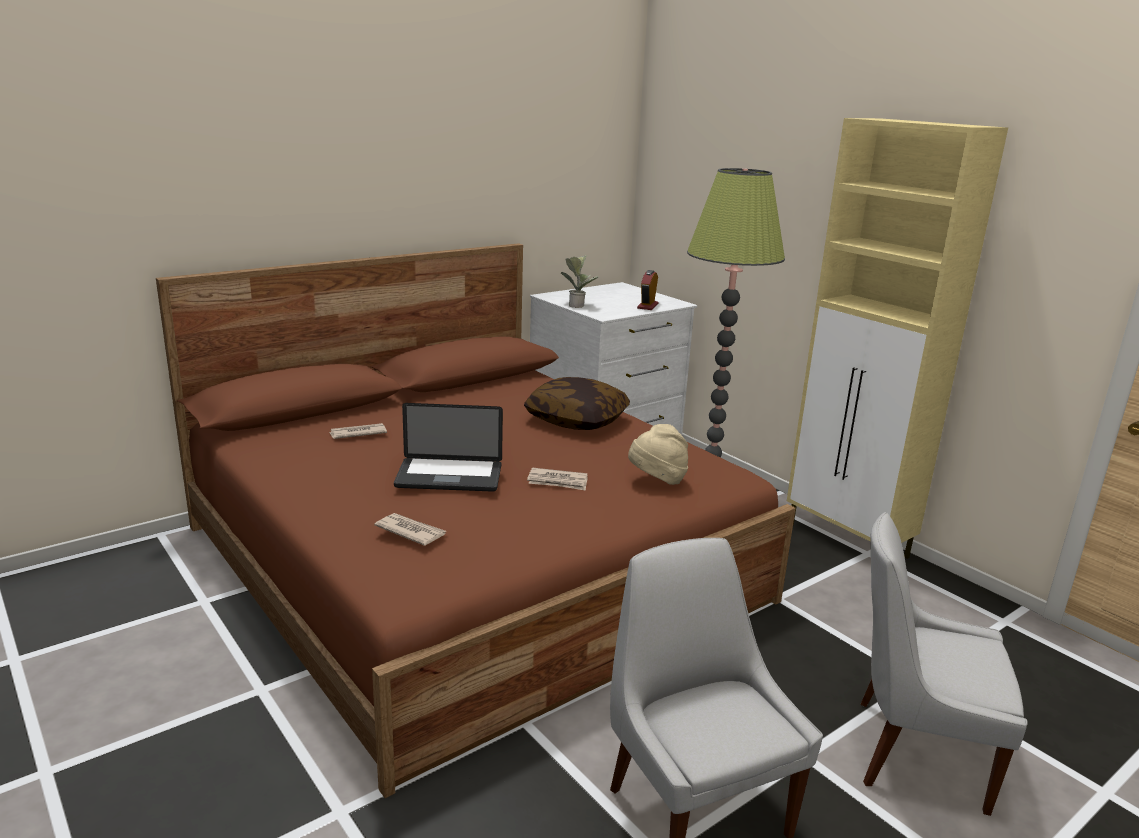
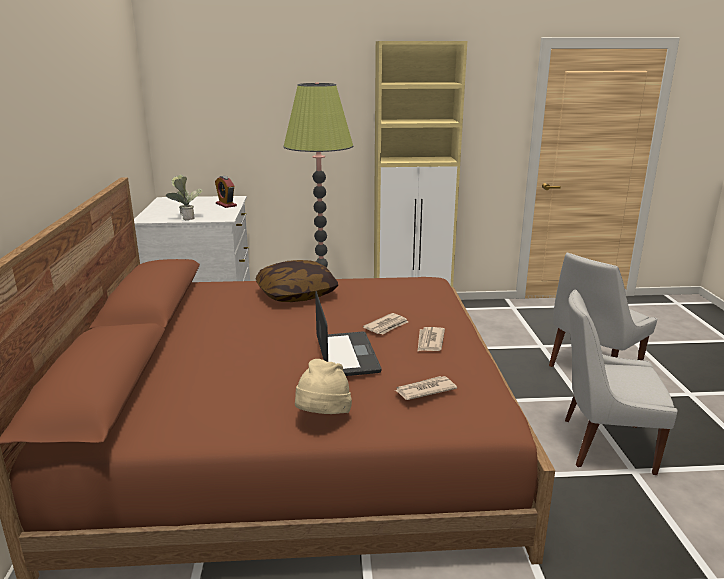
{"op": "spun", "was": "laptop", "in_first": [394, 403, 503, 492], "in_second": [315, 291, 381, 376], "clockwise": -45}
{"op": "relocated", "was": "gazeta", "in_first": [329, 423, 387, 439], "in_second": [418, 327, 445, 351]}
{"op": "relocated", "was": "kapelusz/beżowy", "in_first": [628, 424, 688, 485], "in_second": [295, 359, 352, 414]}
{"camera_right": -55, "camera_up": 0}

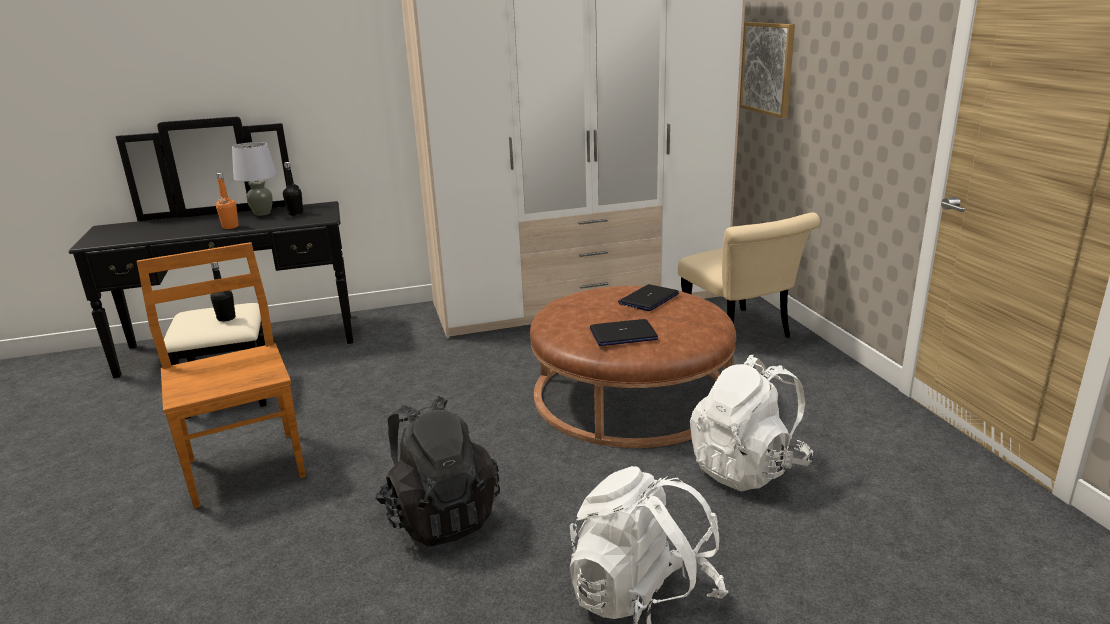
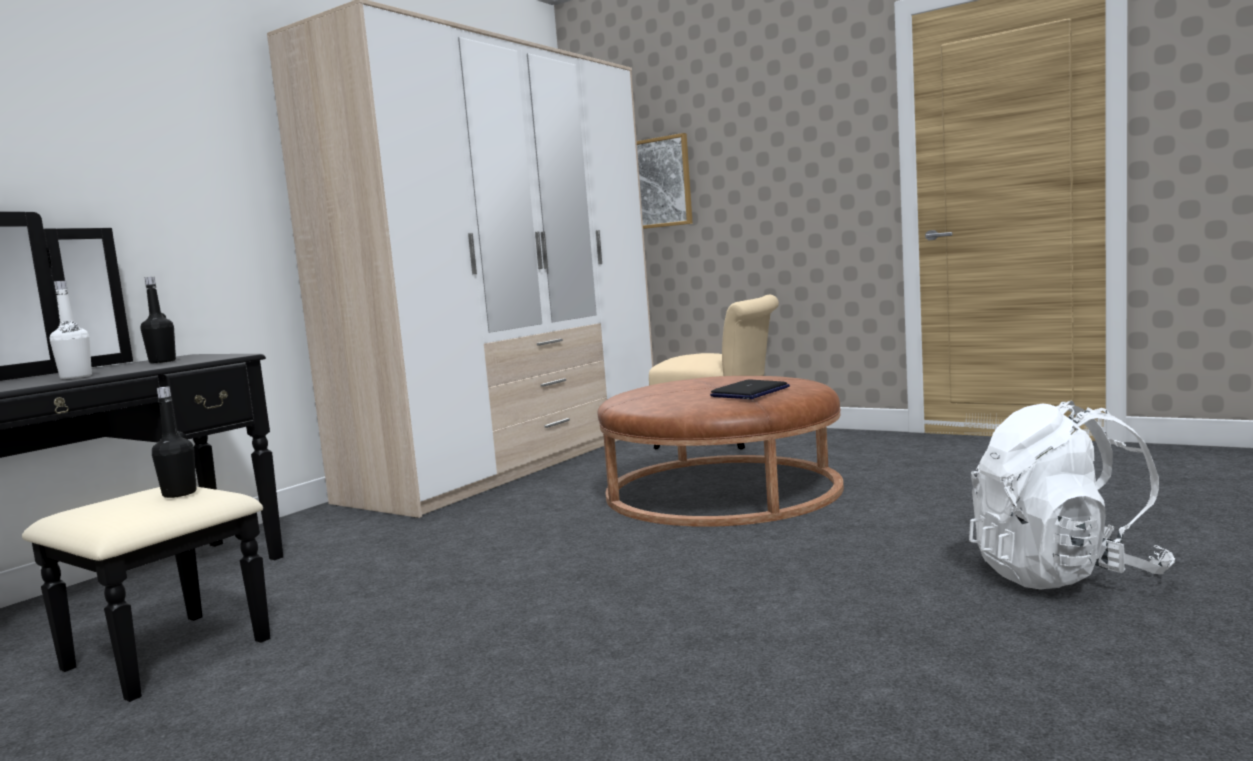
{"op": "missing", "was": "lampa stołowa/szary", "in_first": [232, 142, 277, 216]}
{"op": "colour", "was": "butelka/pomarańczowy", "now": "butelka/biały", "in_first": [216, 173, 239, 229], "in_second": [50, 281, 92, 379]}
{"op": "missing", "was": "krzesło/brązowy", "in_first": [136, 242, 306, 509]}
{"op": "missing", "was": "laptop", "in_first": [618, 284, 679, 311]}
{"op": "missing", "was": "plecak/biały", "in_first": [690, 355, 813, 491]}
{"op": "missing", "was": "plecak/czarny", "in_first": [375, 396, 500, 547]}
{"camera_right": -40, "camera_up": -15}

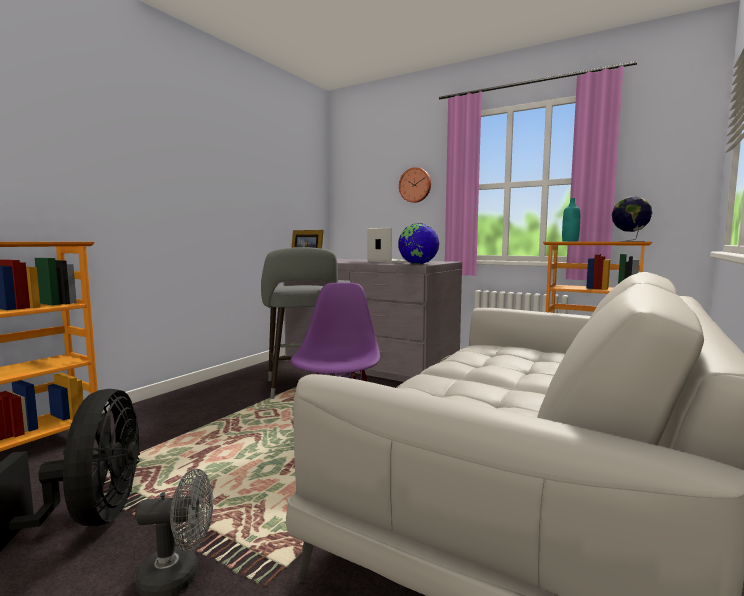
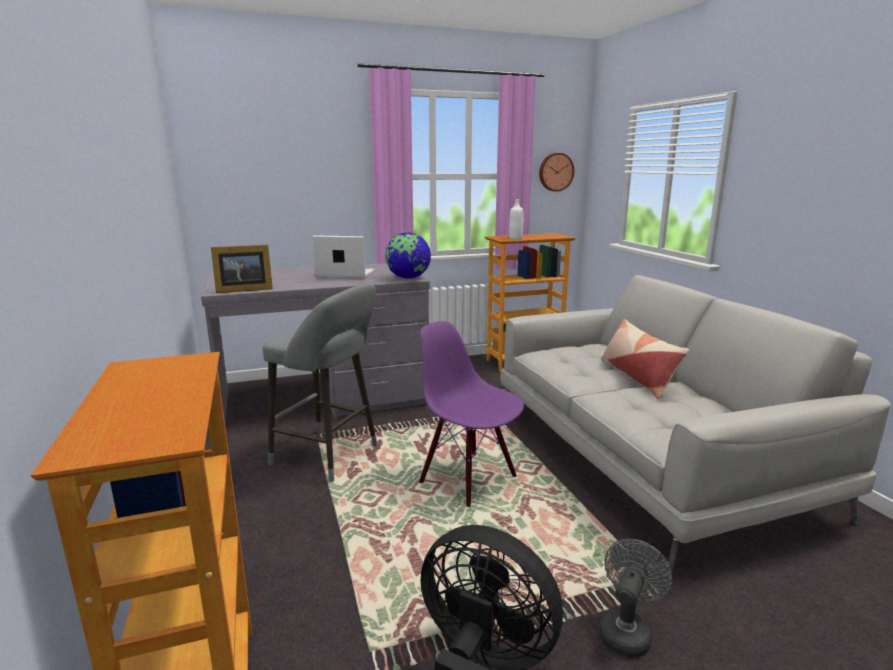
{"op": "relocated", "was": "zegar ścienny", "in_first": [399, 167, 431, 203], "in_second": [539, 153, 574, 192]}
{"op": "missing", "was": "globus", "in_first": [612, 196, 652, 242]}
{"op": "colour", "was": "butelka/turkusowy", "now": "butelka/biały", "in_first": [562, 198, 580, 242], "in_second": [509, 199, 524, 240]}
{"op": "appeared", "now": "poduszka", "in_second": [601, 319, 689, 399]}
{"camera_right": -50, "camera_up": 10}

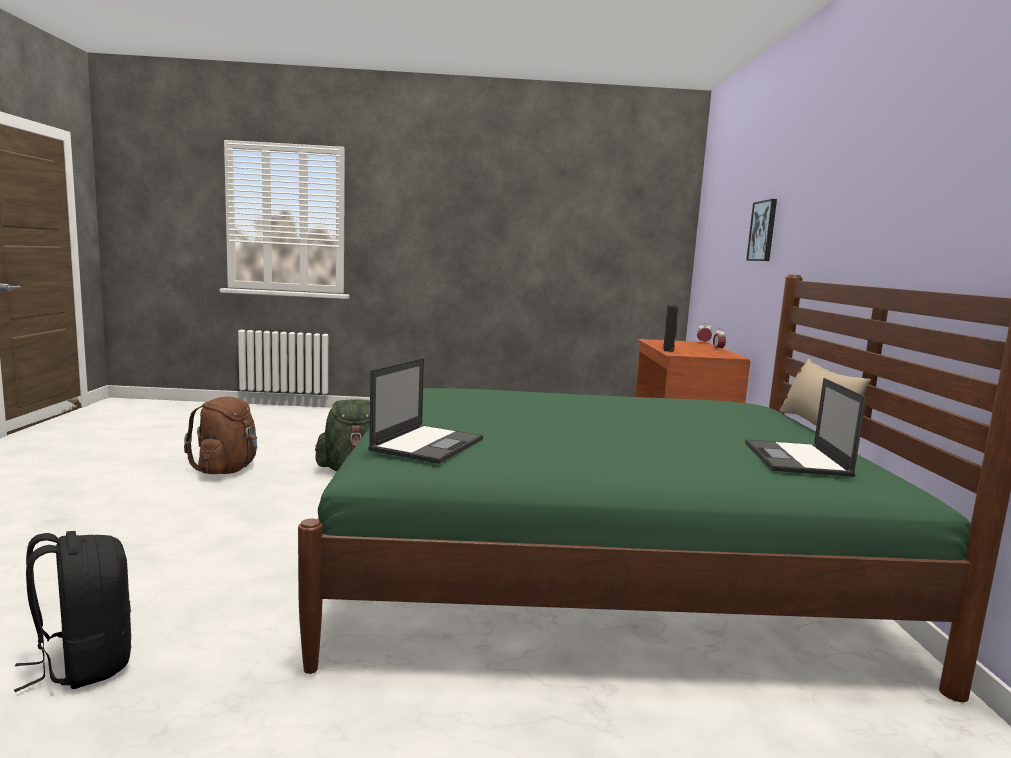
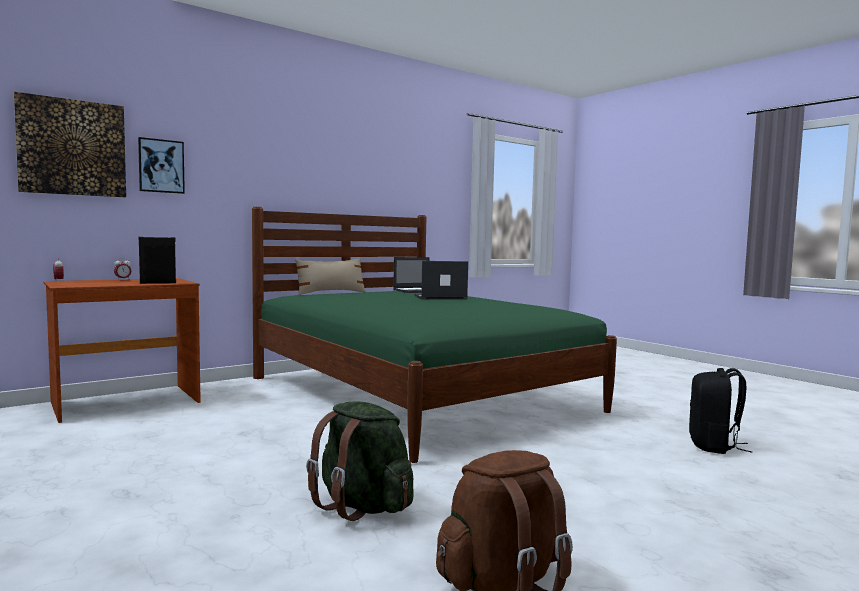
{"op": "relocated", "was": "laptop", "in_first": [368, 358, 483, 464], "in_second": [414, 261, 468, 300]}
{"op": "appeared", "now": "obraz", "in_second": [14, 92, 126, 197]}
{"camera_right": -125, "camera_up": -5}

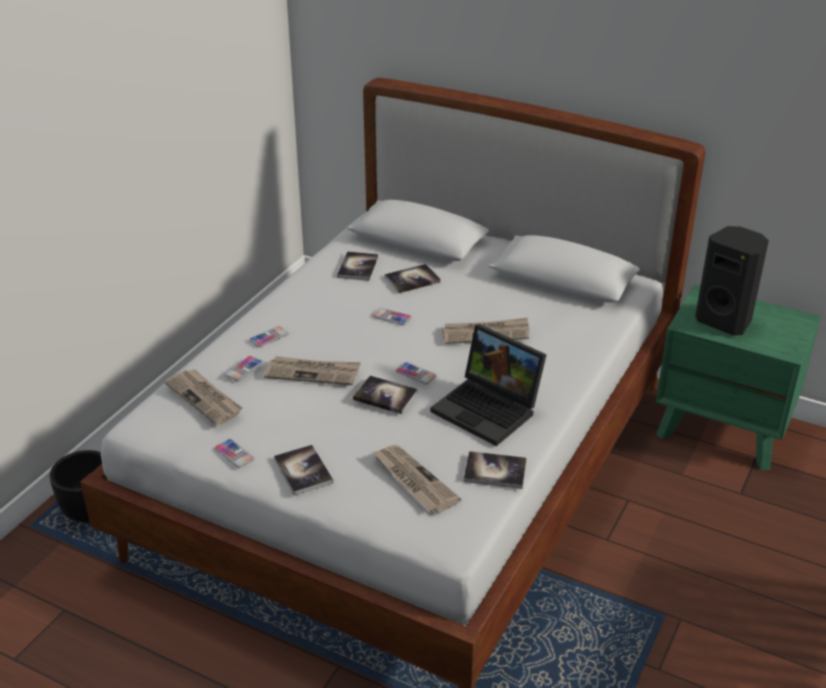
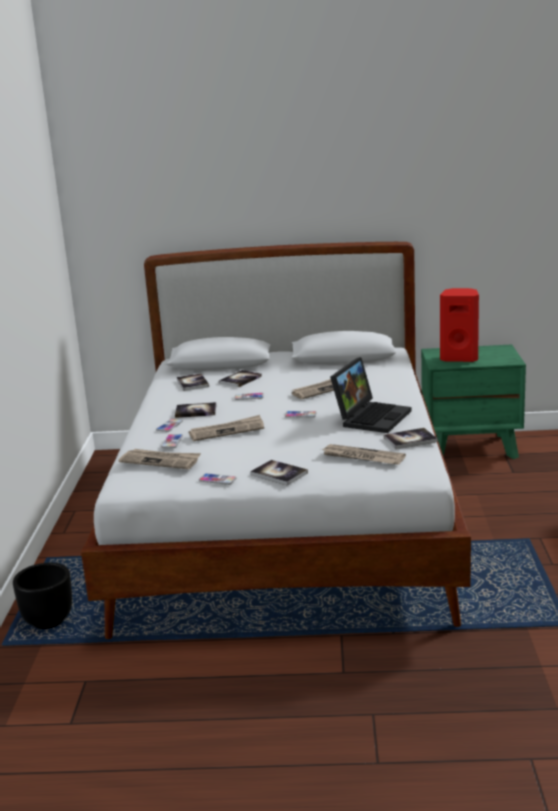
{"op": "colour", "was": "głośnik/czarny", "now": "głośnik/czerwony", "in_first": [695, 226, 769, 336], "in_second": [440, 288, 479, 362]}
{"op": "spun", "was": "laptop", "in_first": [430, 324, 547, 446], "in_second": [330, 357, 412, 433], "clockwise": -75}
{"op": "relocated", "was": "książka", "in_first": [353, 376, 418, 414], "in_second": [175, 402, 216, 418]}
{"camera_right": -25, "camera_up": -15}

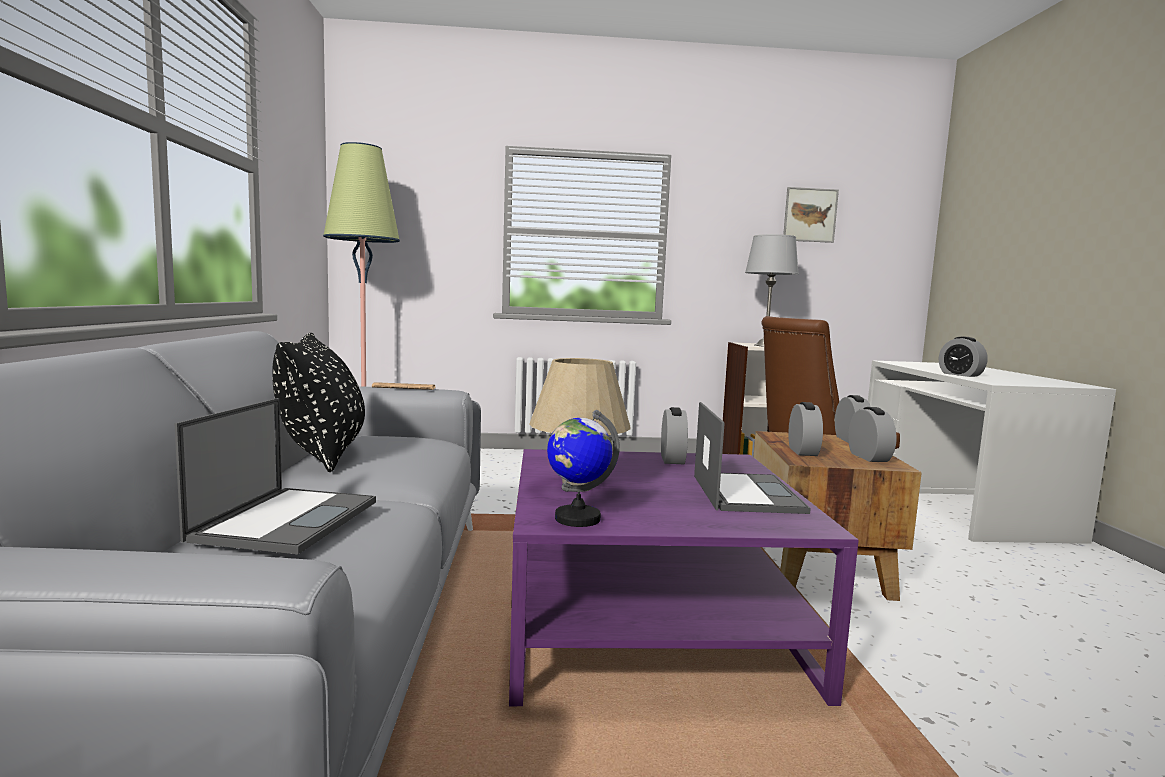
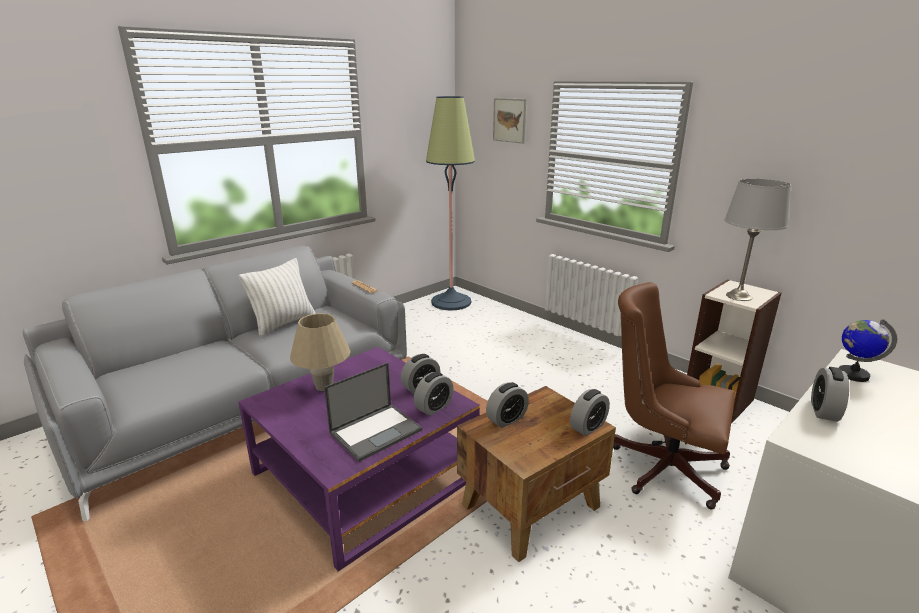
{"op": "relocated", "was": "obraz", "in_first": [783, 187, 839, 243], "in_second": [493, 98, 526, 143]}
{"op": "colour", "was": "poduszka/czarny", "now": "poduszka/biały", "in_first": [272, 333, 365, 472], "in_second": [239, 258, 316, 337]}
{"op": "missing", "was": "laptop", "in_first": [175, 398, 376, 554]}
{"op": "relocated", "was": "budzik", "in_first": [848, 407, 897, 462], "in_second": [414, 372, 454, 416]}
{"op": "relocated", "was": "globus", "in_first": [547, 410, 620, 527], "in_second": [839, 319, 897, 382]}
{"camera_right": 50, "camera_up": 15}

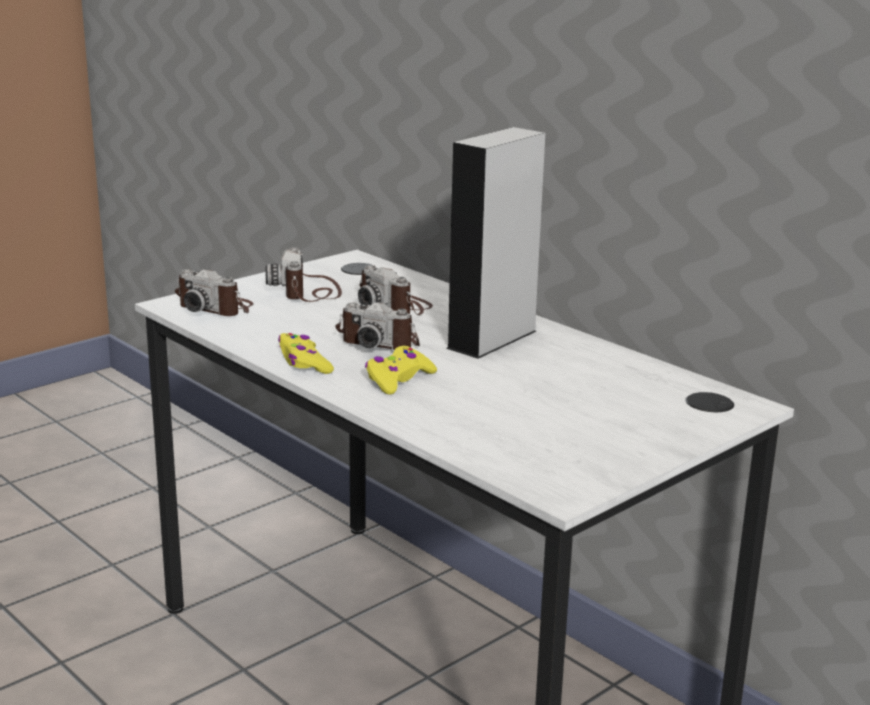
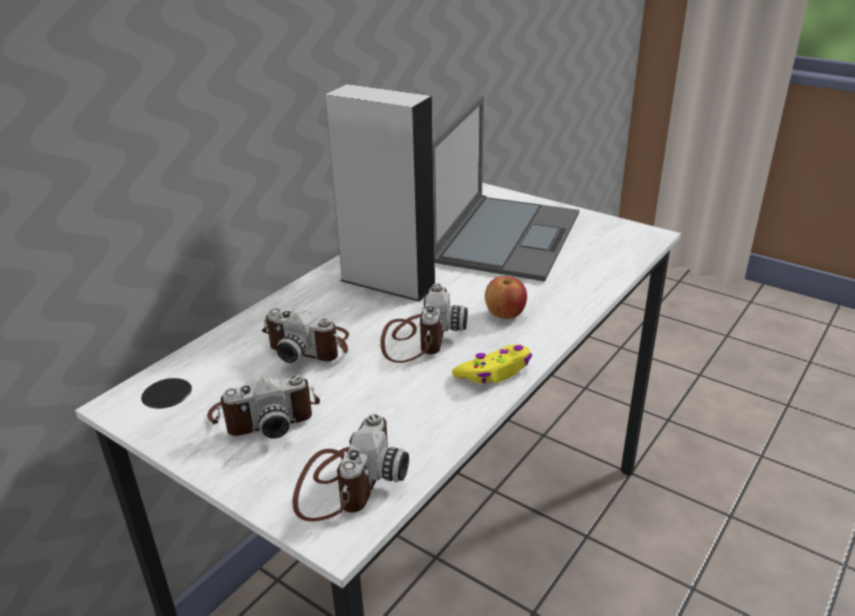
{"op": "spun", "was": "aparat fotograficzny", "in_first": [358, 265, 433, 315], "in_second": [262, 308, 349, 363], "clockwise": 75}
{"op": "exchanged", "was": "pad do gier/żółty", "now": "jabłko", "in_first": [365, 346, 437, 395], "in_second": [485, 276, 527, 319]}
{"op": "appeared", "now": "laptop", "in_second": [433, 96, 579, 281]}
{"camera_right": -100, "camera_up": 10}

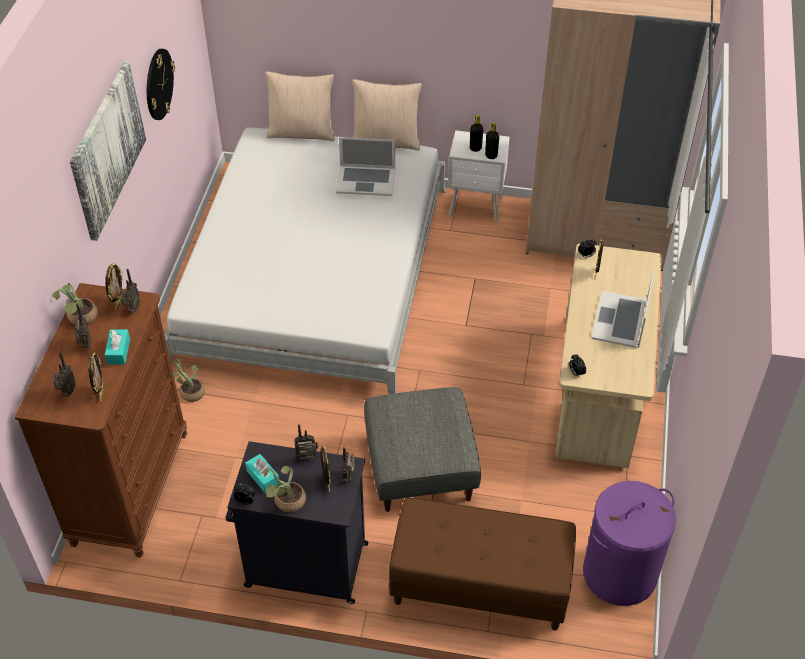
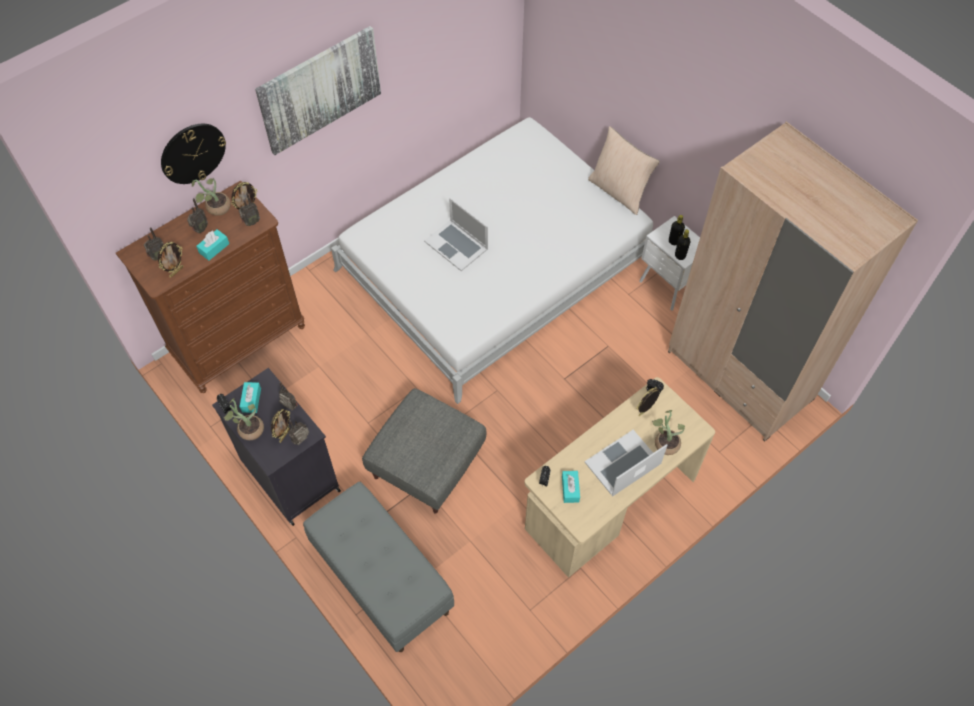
{"op": "relocated", "was": "zegar ścienny", "in_first": [147, 49, 175, 120], "in_second": [161, 124, 226, 184]}
{"op": "missing", "was": "poduszka/beżowy", "in_first": [265, 71, 335, 141]}
{"op": "relocated", "was": "laptop", "in_first": [336, 137, 395, 196], "in_second": [424, 198, 488, 271]}
{"op": "relocated", "was": "roślina doniczkowa", "in_first": [173, 358, 205, 402], "in_second": [652, 410, 685, 455]}
{"op": "missing", "was": "kosz na pranie/fioletowy", "in_first": [583, 481, 676, 606]}
{"op": "colour", "was": "ławka/brązowy", "now": "ławka/szary", "in_first": [389, 498, 576, 631], "in_second": [303, 482, 454, 652]}
{"op": "appeared", "now": "pudełko chusteczek/turkusowy", "in_second": [562, 471, 580, 503]}
{"camera_right": 40, "camera_up": 10}

